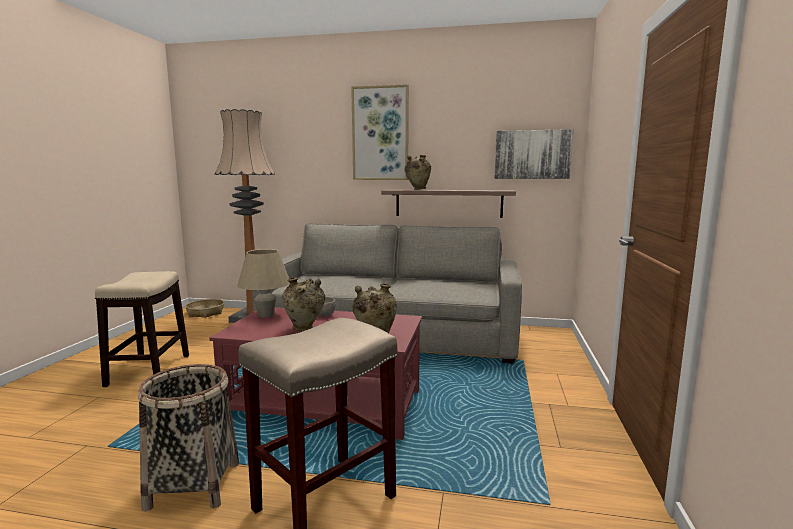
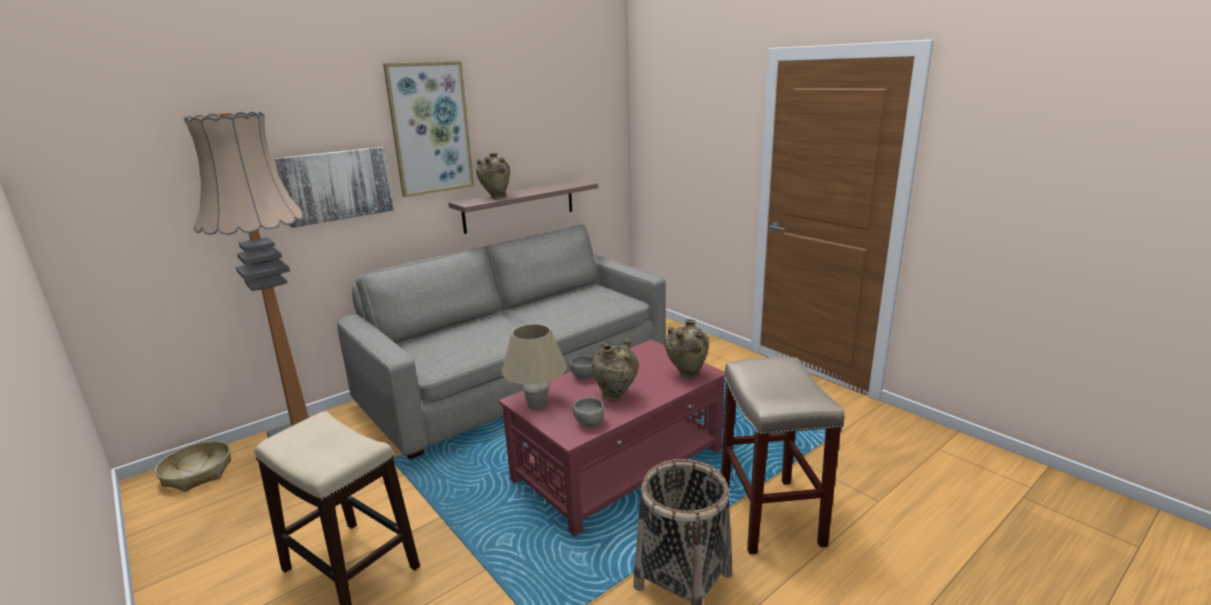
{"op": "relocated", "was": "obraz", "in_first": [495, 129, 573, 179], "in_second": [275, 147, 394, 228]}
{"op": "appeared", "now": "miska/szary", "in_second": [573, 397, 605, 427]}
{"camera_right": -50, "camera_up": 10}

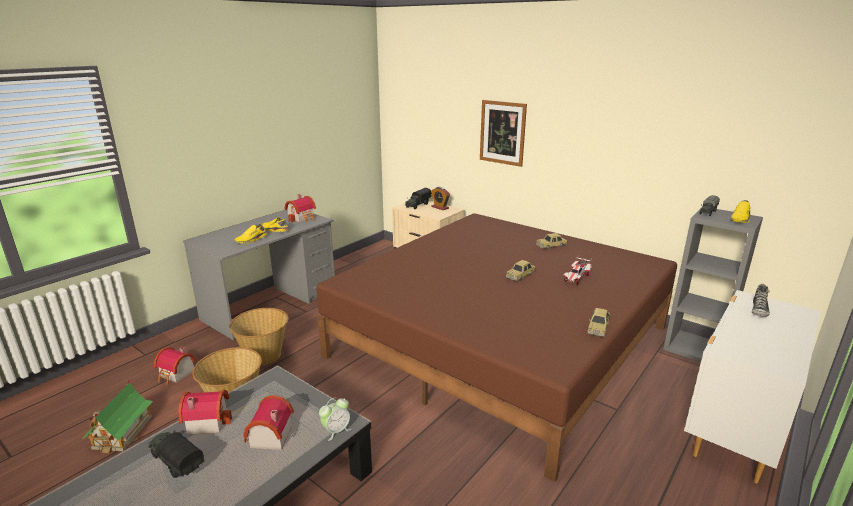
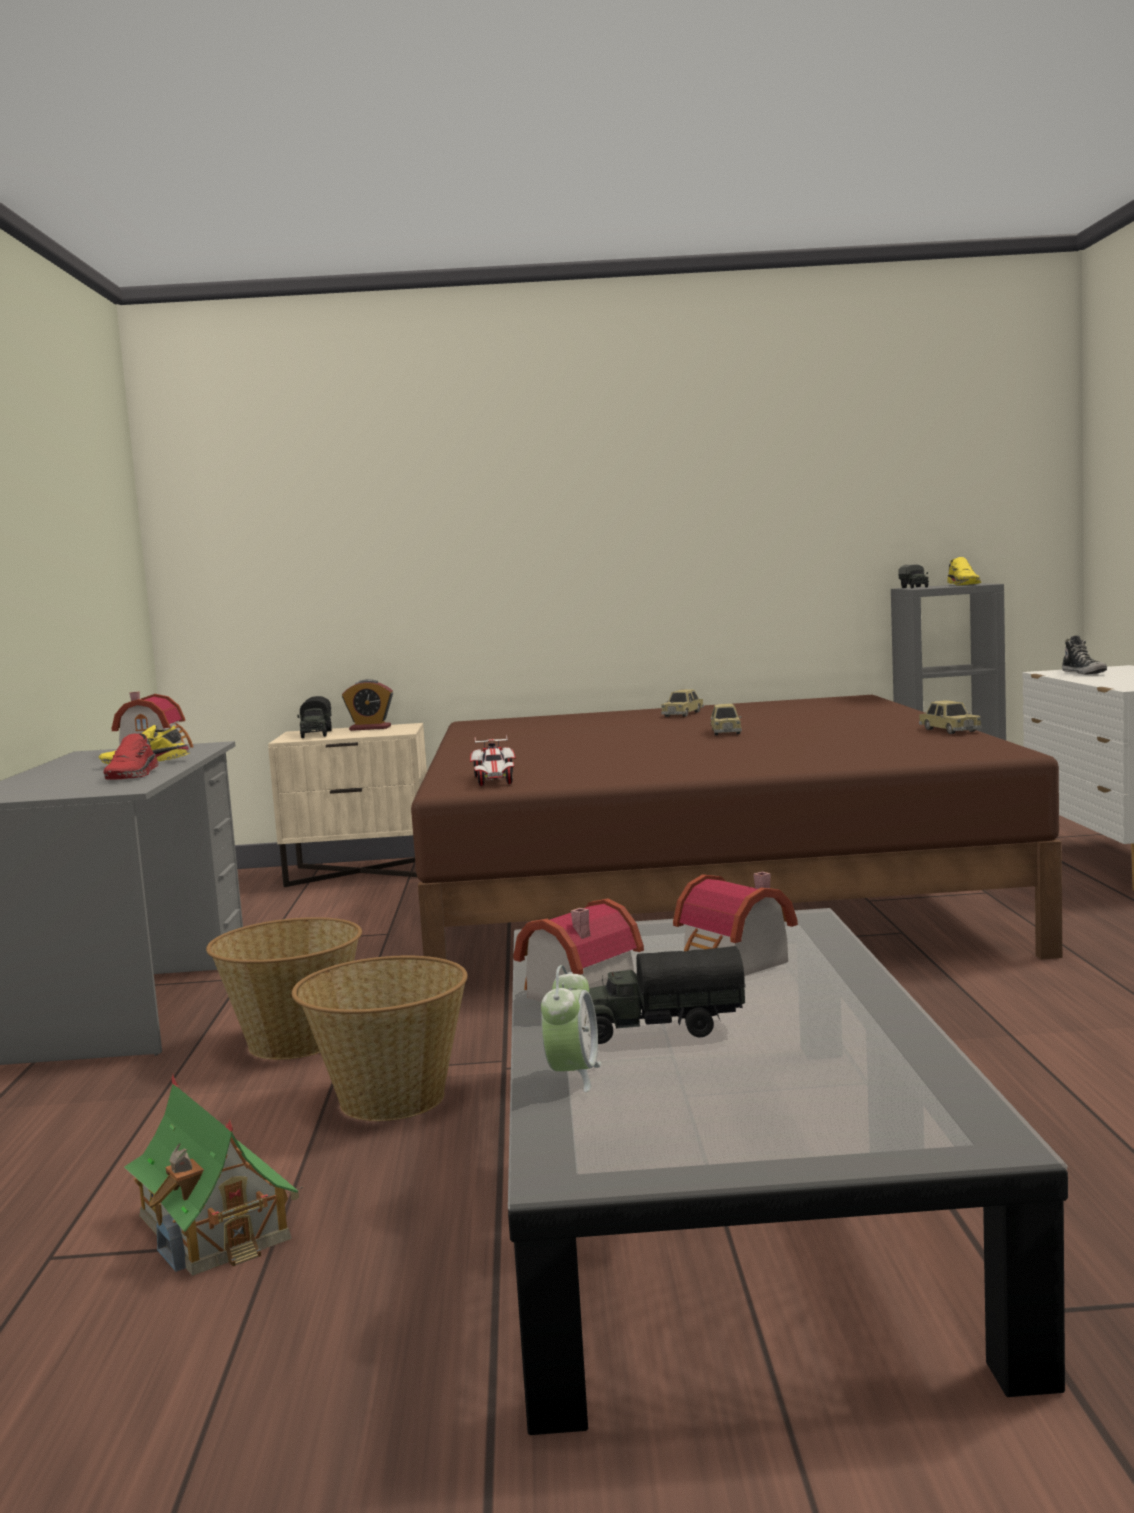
{"op": "missing", "was": "obraz", "in_first": [480, 100, 527, 167]}
{"op": "colour", "was": "but/żółty", "now": "but/czerwony", "in_first": [235, 224, 268, 244], "in_second": [103, 733, 159, 780]}
{"op": "relocated", "was": "samochodzik", "in_first": [563, 255, 592, 285], "in_second": [470, 735, 516, 786]}
{"op": "missing", "was": "domek", "in_first": [154, 347, 196, 385]}
{"op": "relocated", "was": "budzik", "in_first": [319, 397, 351, 441], "in_second": [541, 965, 601, 1092]}
{"camera_right": -40, "camera_up": -15}

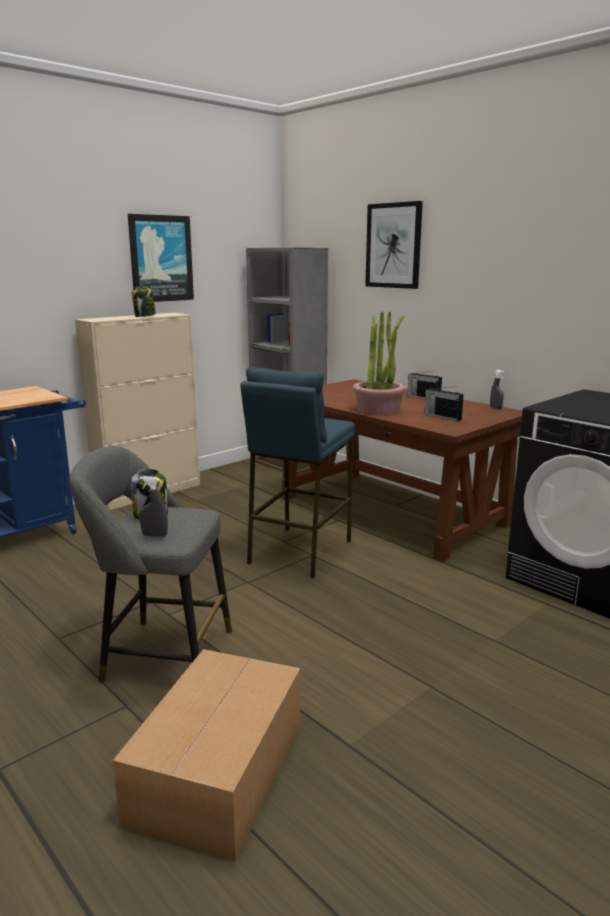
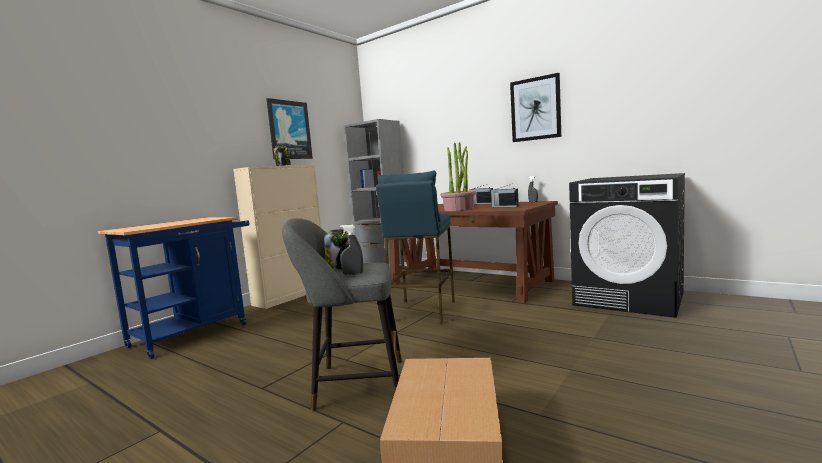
{"op": "relocated", "was": "obraz", "in_first": [365, 201, 423, 289], "in_second": [510, 73, 561, 142]}
{"camera_right": -10, "camera_up": -10}

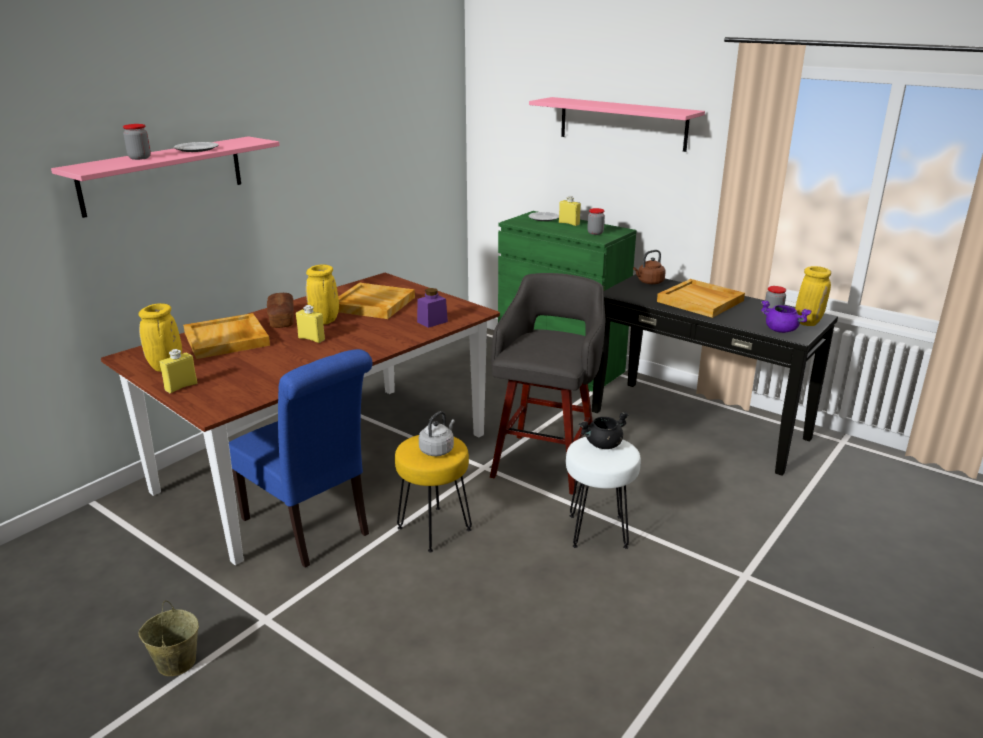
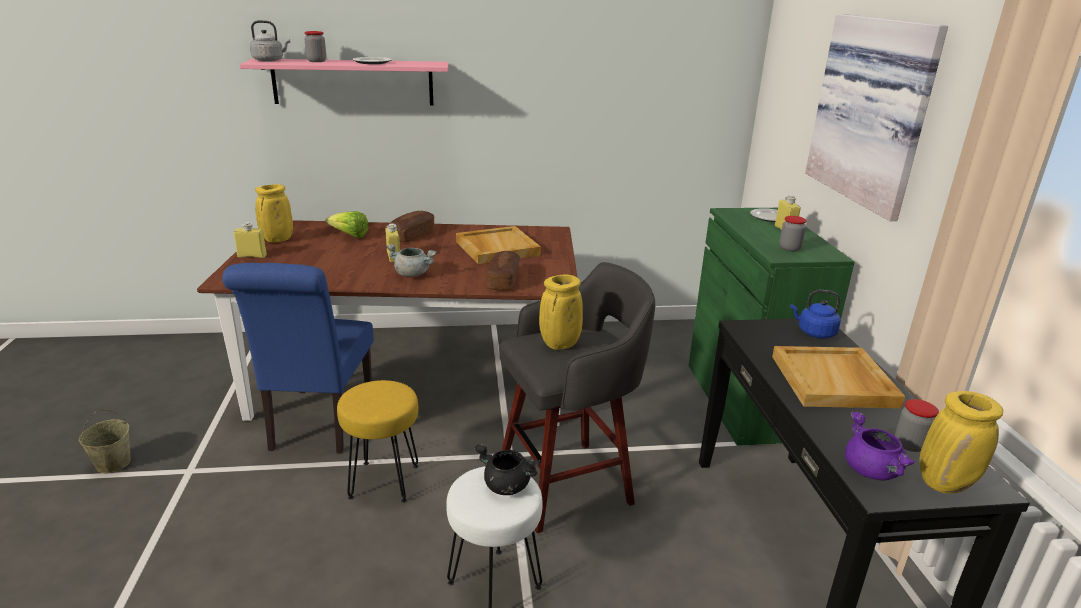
{"op": "exchanged", "was": "półka/różowy", "now": "obraz", "in_first": [529, 97, 705, 152], "in_second": [805, 14, 948, 221]}
{"op": "colour", "was": "czajnik/brązowy", "now": "czajnik/niebieski", "in_first": [633, 250, 666, 284], "in_second": [791, 290, 841, 339]}
{"op": "relocated", "was": "wazon/żółty", "in_first": [306, 264, 339, 325], "in_second": [539, 274, 583, 350]}
{"op": "exchanged", "was": "słoik/fioletowy", "now": "chleb", "in_first": [417, 288, 448, 328], "in_second": [486, 251, 520, 290]}
{"op": "exchanged", "was": "taca/beżowy", "now": "sałata", "in_first": [183, 313, 270, 359], "in_second": [325, 211, 369, 238]}
{"op": "relocated", "was": "czajnik/szary", "in_first": [419, 411, 455, 456], "in_second": [250, 20, 290, 62]}
{"op": "appeared", "now": "garnek/szary", "in_second": [386, 244, 437, 277]}
{"camera_right": 45, "camera_up": 0}

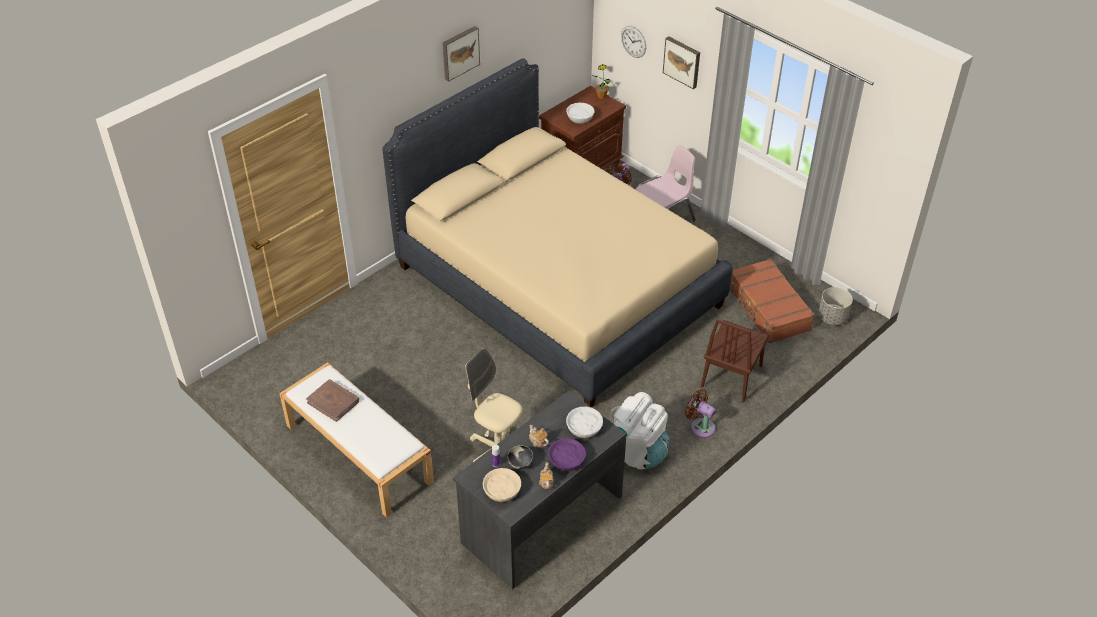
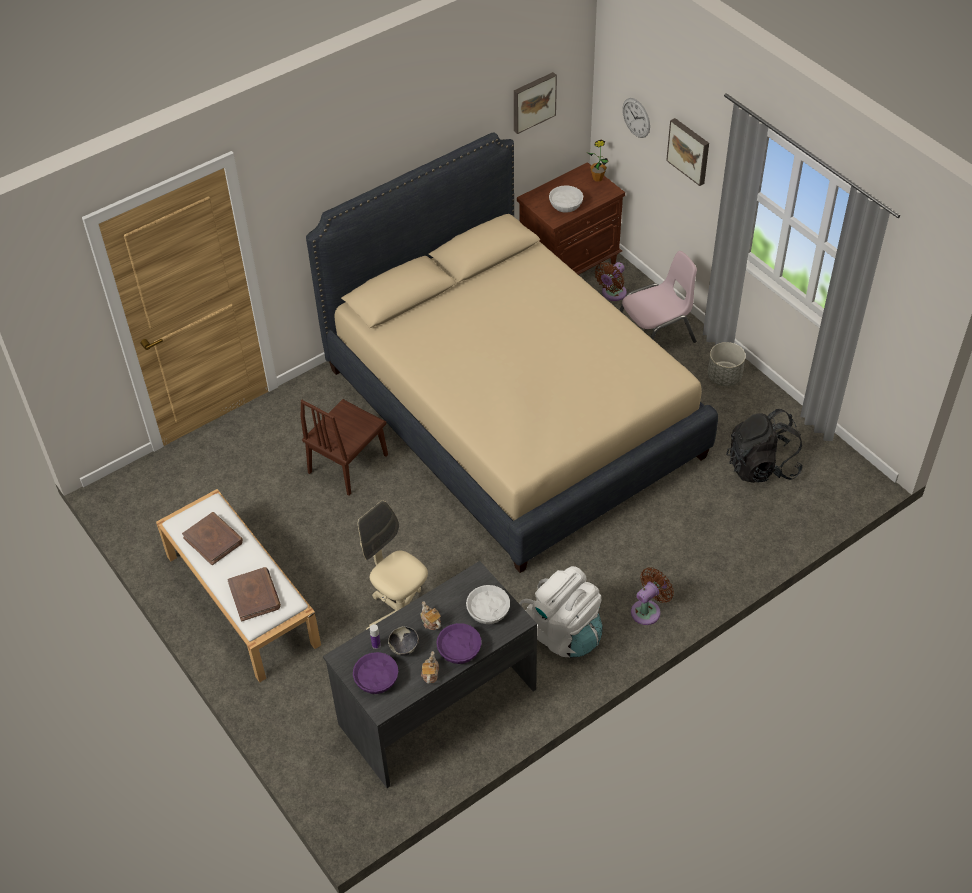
{"op": "relocated", "was": "obraz", "in_first": [443, 26, 480, 82], "in_second": [514, 72, 557, 134]}
{"op": "exchanged", "was": "walizka/brązowy", "now": "plecak/czarny", "in_first": [730, 259, 815, 343], "in_second": [726, 409, 803, 483]}
{"op": "relocated", "was": "donica/szary", "in_first": [818, 287, 853, 325], "in_second": [708, 342, 745, 386]}
{"op": "relocated", "was": "krzesło/brązowy", "in_first": [701, 319, 769, 402], "in_second": [301, 399, 388, 496]}
{"op": "spun", "was": "wentylator/brązowy", "in_first": [685, 389, 716, 438], "in_second": [631, 568, 674, 625], "clockwise": 90}
{"op": "colour", "was": "miska/beżowy", "now": "miska/fioletowy", "in_first": [483, 468, 521, 502], "in_second": [353, 652, 398, 694]}
{"op": "appeared", "now": "książka/brązowy", "in_second": [227, 567, 281, 622]}
{"camera_right": 10, "camera_up": 5}

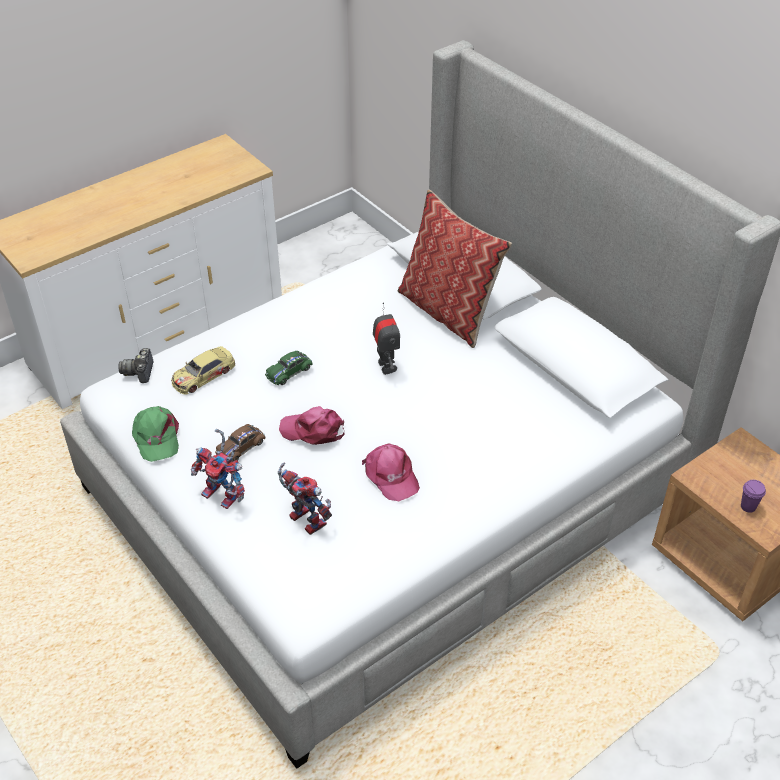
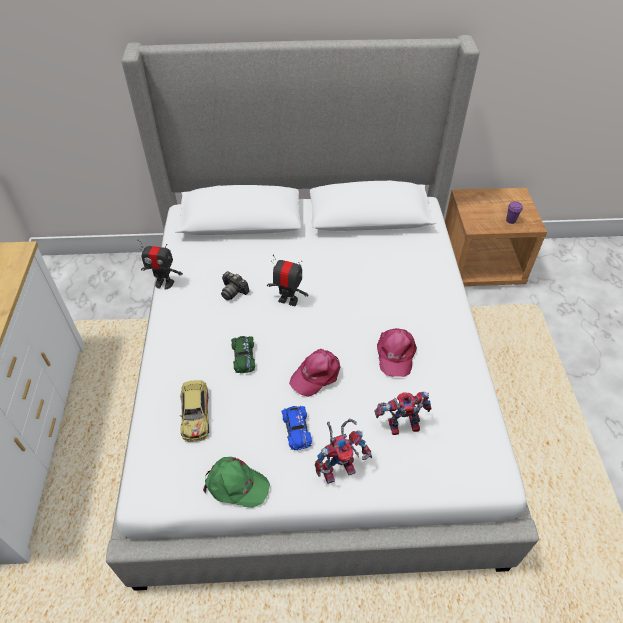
{"op": "missing", "was": "poduszka", "in_first": [397, 189, 512, 348]}
{"op": "relocated", "was": "aparat fotograficzny", "in_first": [118, 348, 154, 383], "in_second": [221, 271, 249, 300]}
{"op": "colour", "was": "samochodzik/brązowy", "now": "samochodzik/niebieski", "in_first": [215, 424, 265, 461], "in_second": [281, 405, 312, 450]}
{"op": "spun", "was": "czapka z daszkiem/różowy", "in_first": [362, 443, 420, 501], "in_second": [377, 328, 417, 377], "clockwise": 90}
{"op": "appeared", "now": "robot zabawkowy", "in_second": [137, 240, 183, 289]}
{"camera_right": -55, "camera_up": 5}

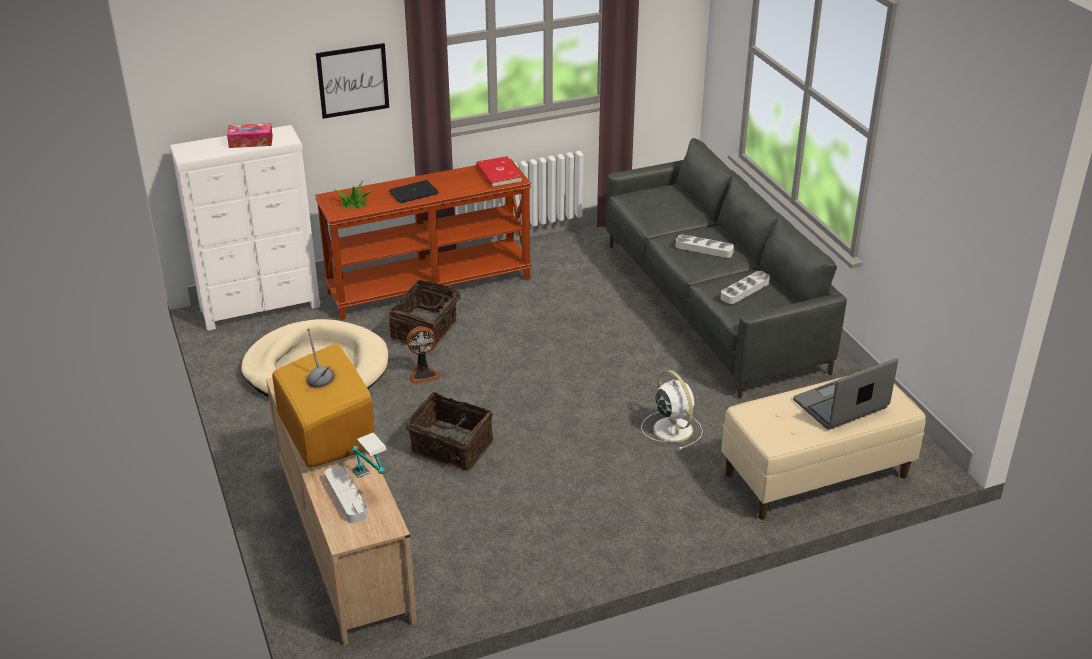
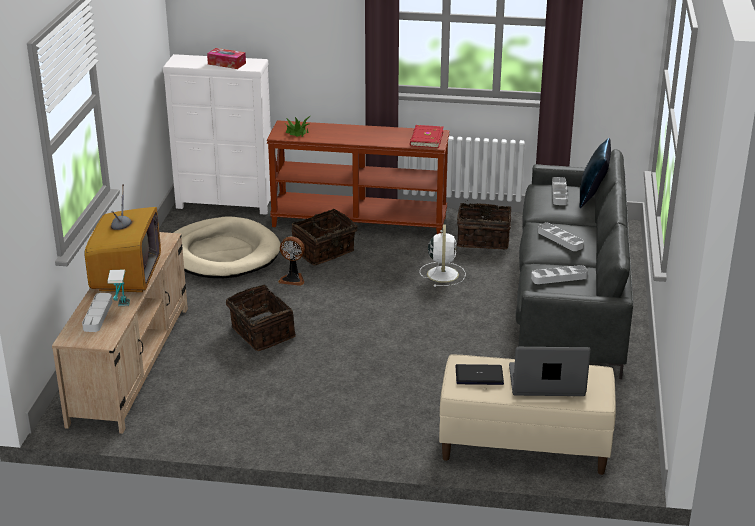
{"op": "missing", "was": "obraz", "in_first": [316, 43, 389, 119]}
{"op": "relocated", "was": "laptop", "in_first": [389, 180, 439, 203], "in_second": [455, 364, 504, 385]}
{"op": "relocated", "was": "wentylator/biały", "in_first": [641, 370, 703, 450], "in_second": [420, 224, 465, 287]}
{"op": "appeared", "now": "poduszka/niebieski", "in_second": [579, 138, 611, 208]}
{"op": "appeared", "now": "taca/szary", "in_second": [552, 177, 568, 205]}
{"op": "appeared", "now": "koszyk", "in_second": [457, 200, 511, 249]}
{"camera_right": 30, "camera_up": -5}

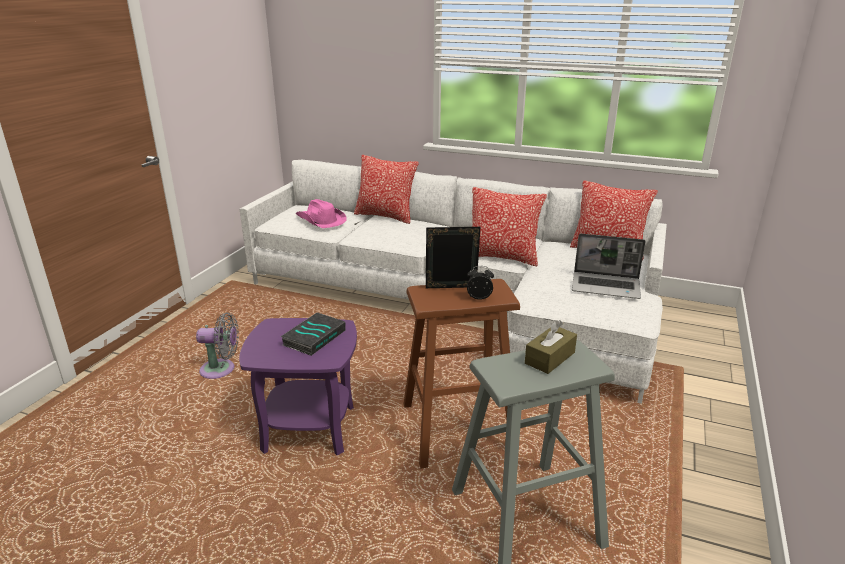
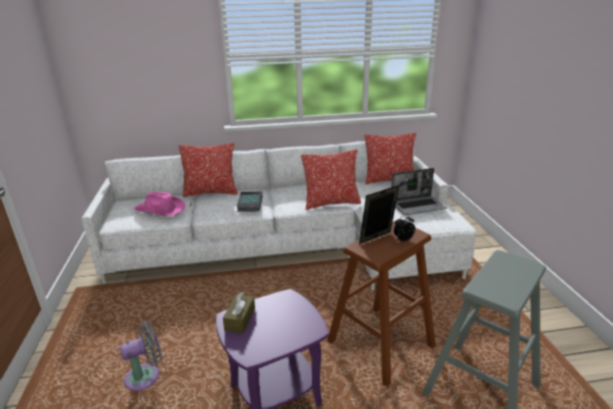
{"op": "relocated", "was": "książka", "in_first": [281, 312, 346, 356], "in_second": [237, 191, 262, 212]}
{"op": "relocated", "was": "pudełko chusteczek/brązowy", "in_first": [525, 320, 577, 374], "in_second": [223, 292, 255, 333]}
{"camera_right": -30, "camera_up": 0}

